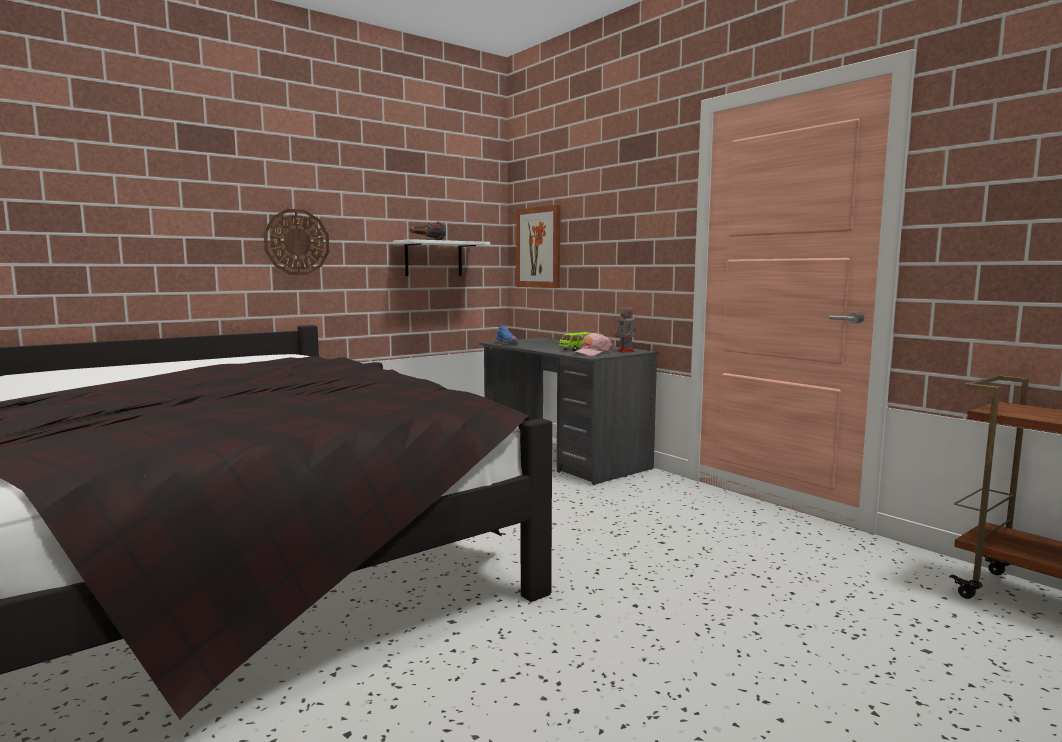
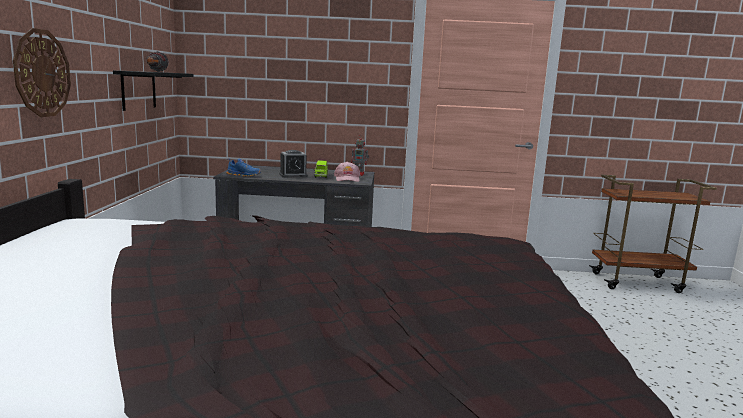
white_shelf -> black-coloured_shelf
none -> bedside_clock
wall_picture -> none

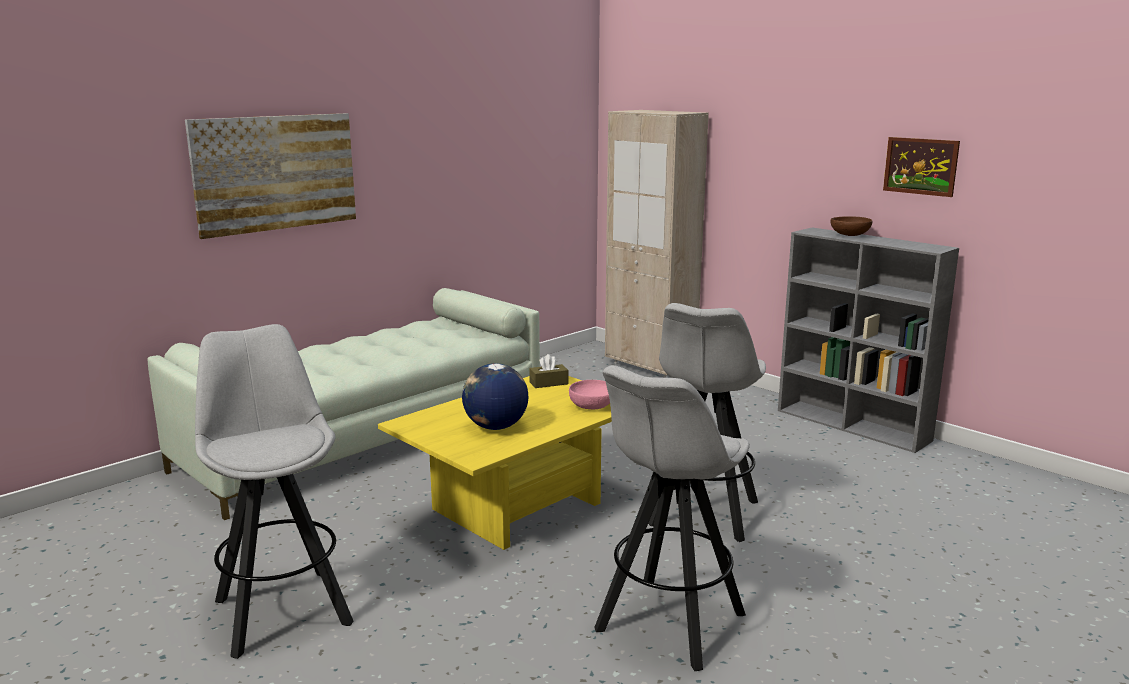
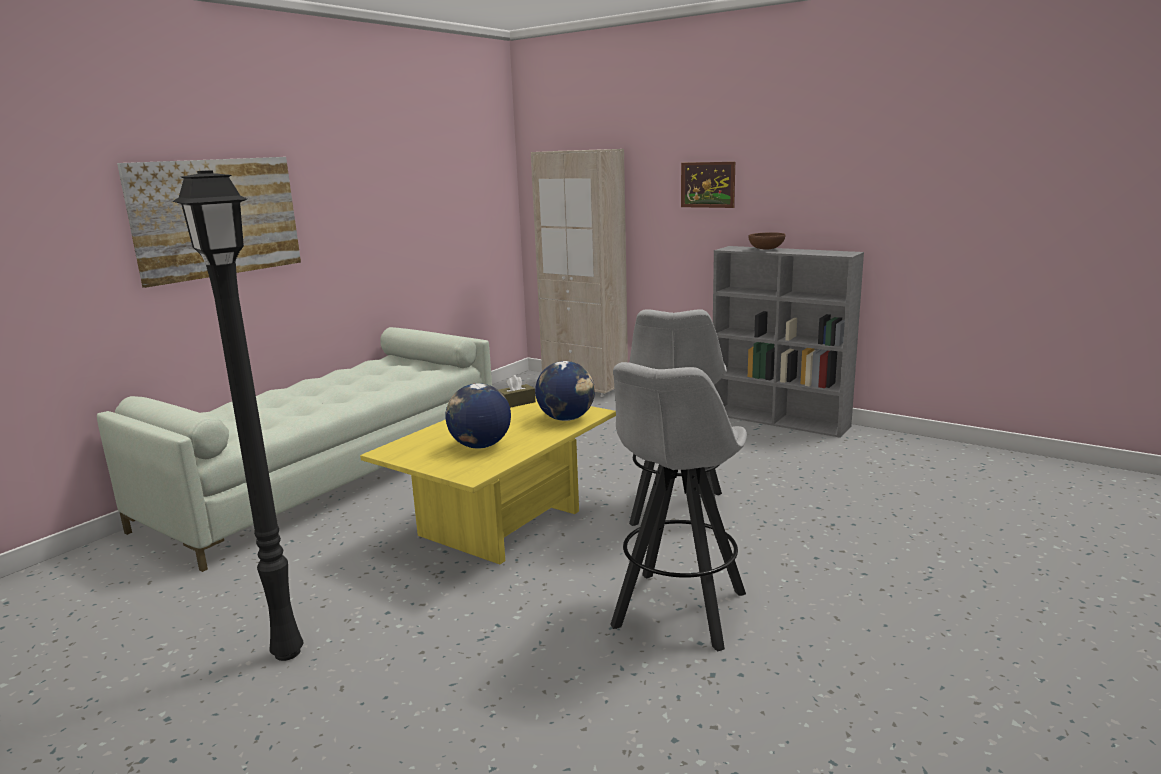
grey_stool (1st from left) -> black-coloured_standing_lamp
pinkish_deep_dish -> desk_globe (2nd from left)
wall_picture (2nd from left), move

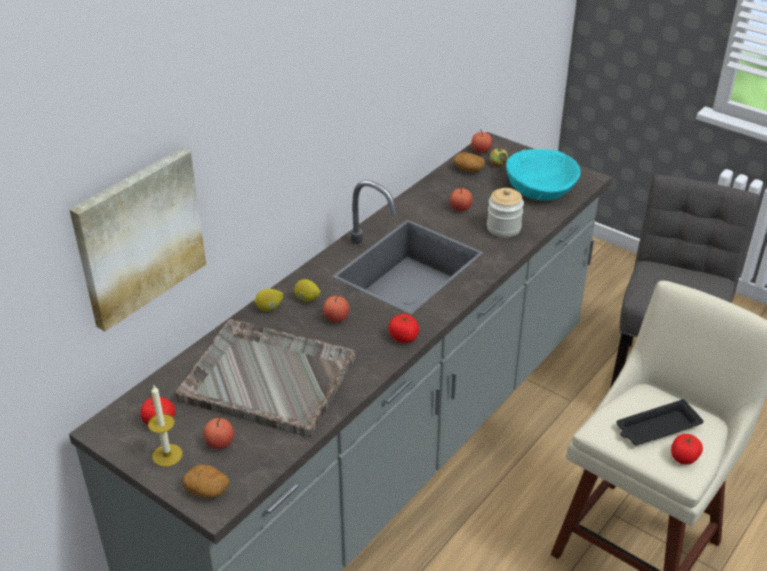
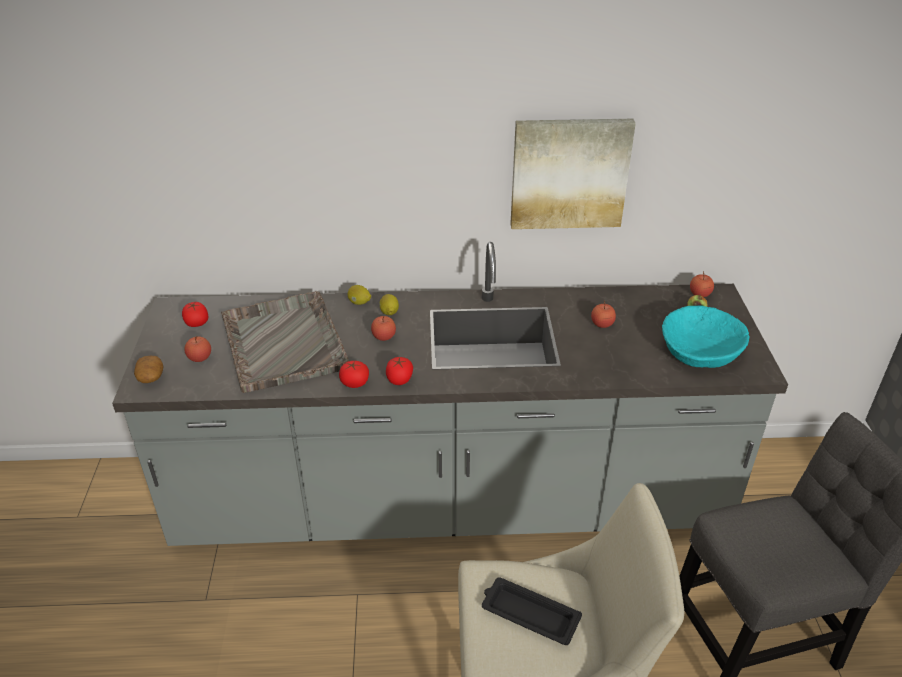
fresh_tomato (3rd from left in the first image) -> fresh_tomato (2nd from left), move
wall_picture, move
wax_candle -> none
whole_potato (2nd from left) -> none
preserve_jar -> none

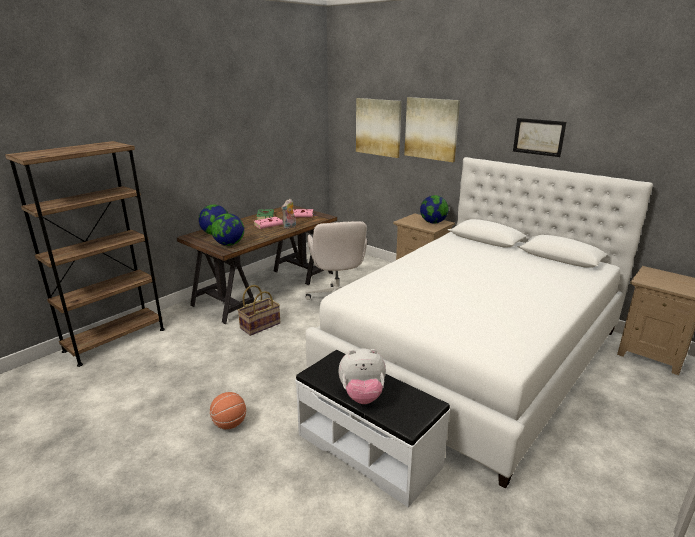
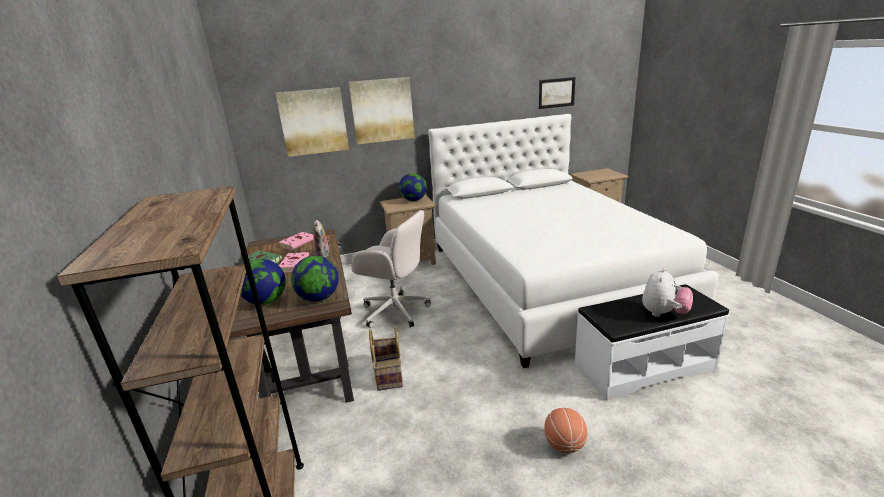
wall_picture (3rd from left), move

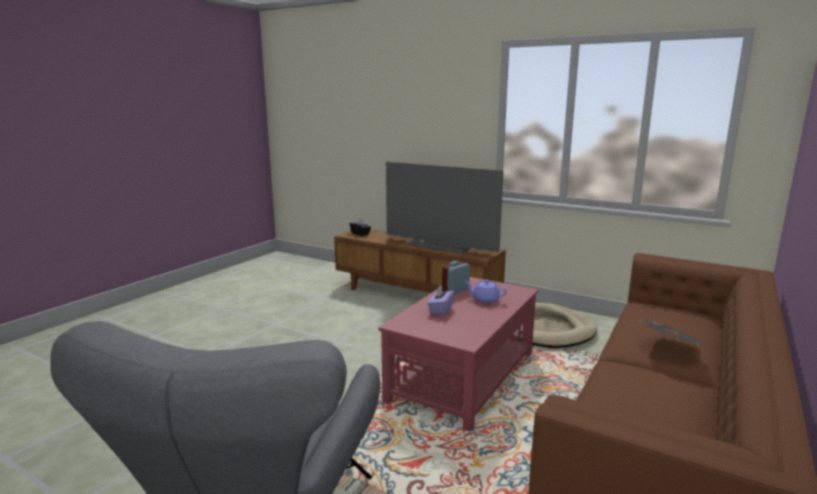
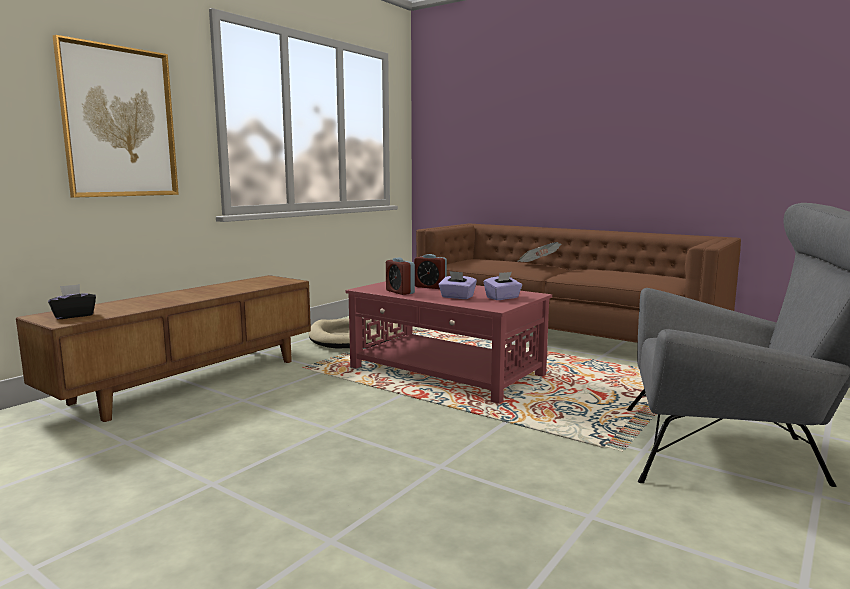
none -> wall_picture
purple_pot_for_tea -> bedside_clock (2nd from left)
none -> purple_tissue_box (2nd from left)
TV_set -> none

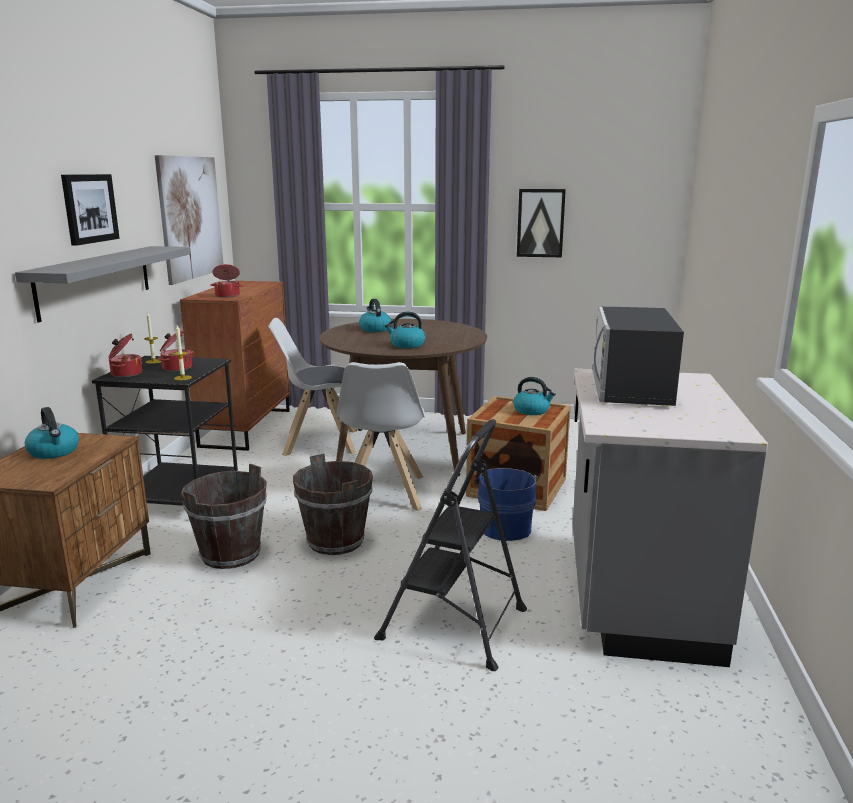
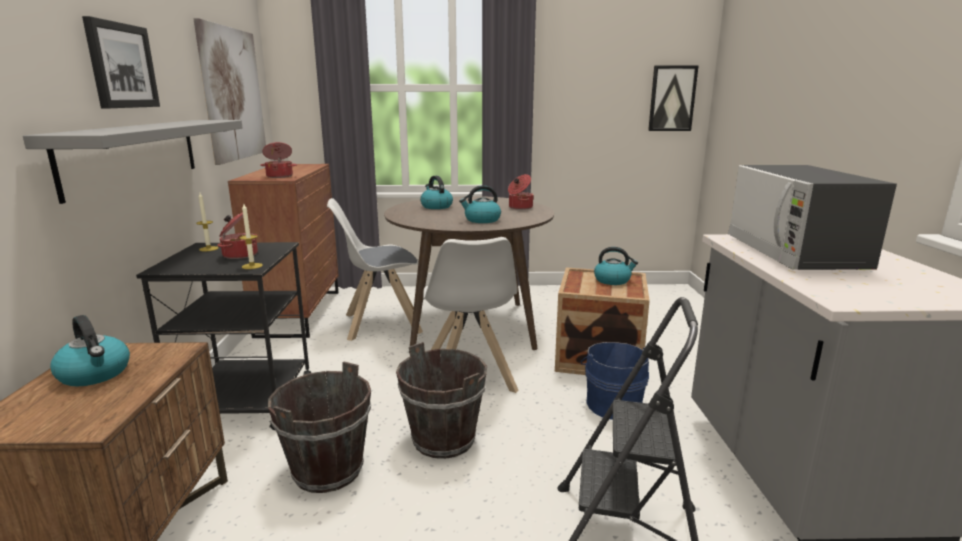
saucepot (1st from left in the first image) -> saucepot (3rd from left), move
wall_picture (3rd from left), move

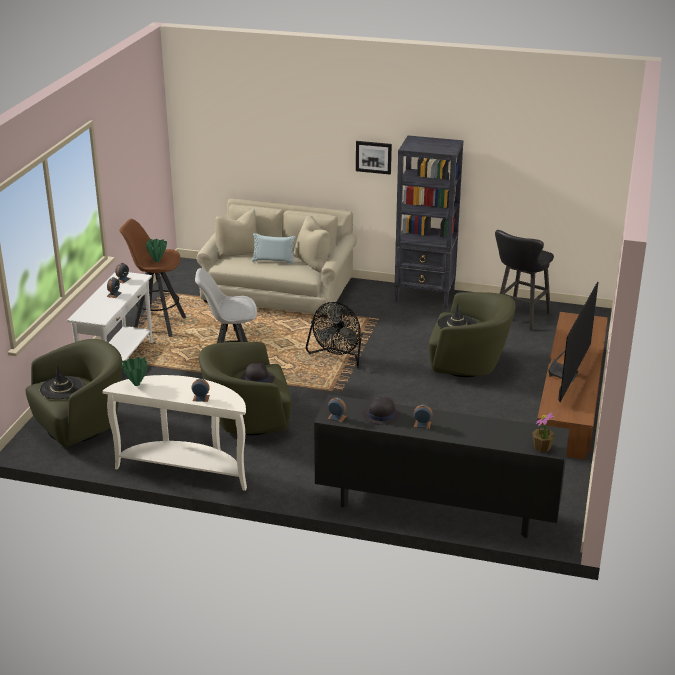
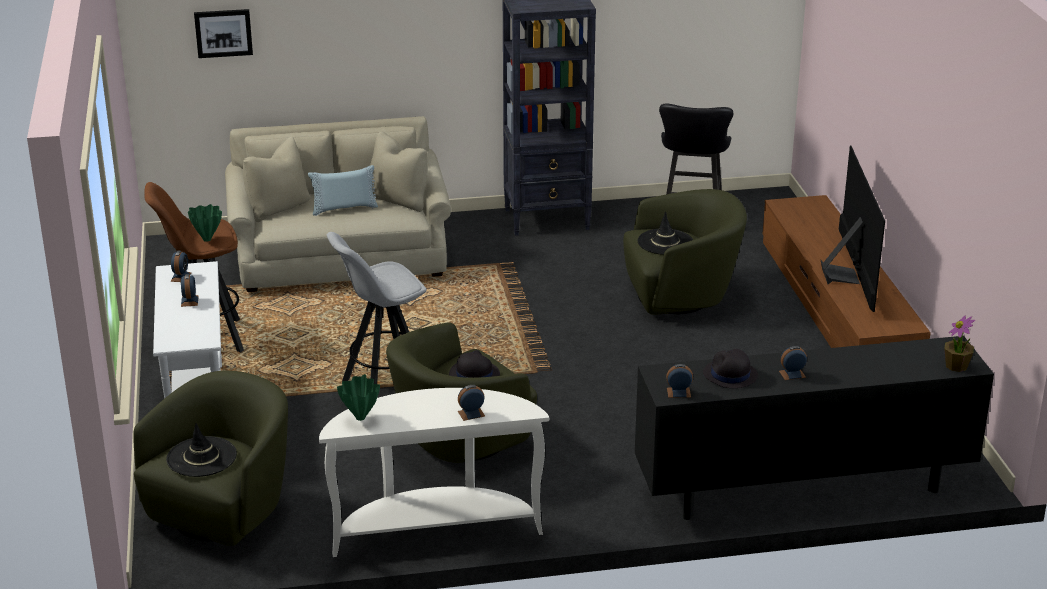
wall_picture, move
black-coloured_electric_fan -> none

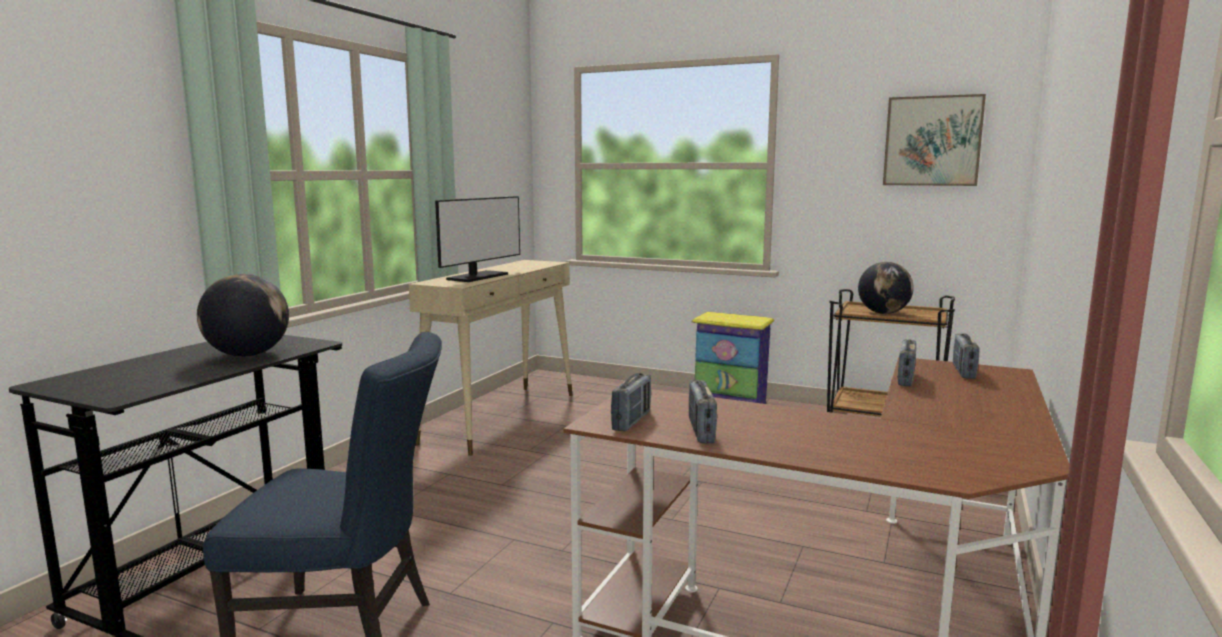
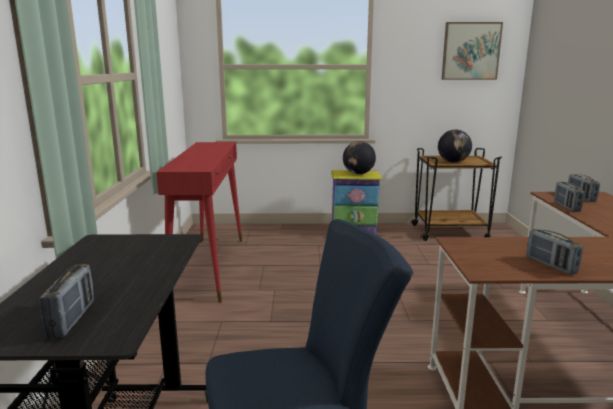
radio (1st from left), move
beige_hall_table -> red_hall_table
desk_globe (1st from left), move
computer_screen -> none

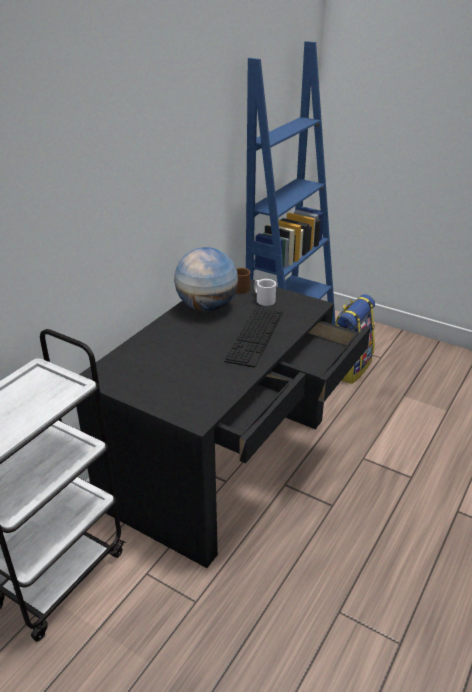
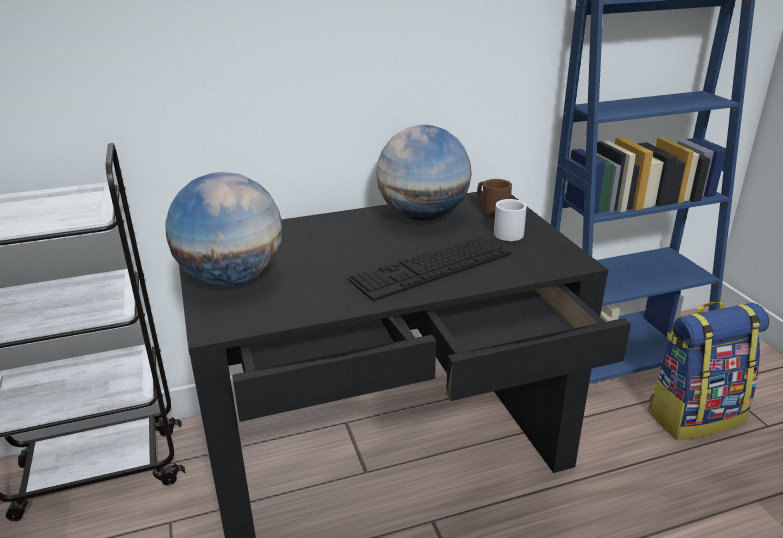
none -> desk_globe (1st from left)

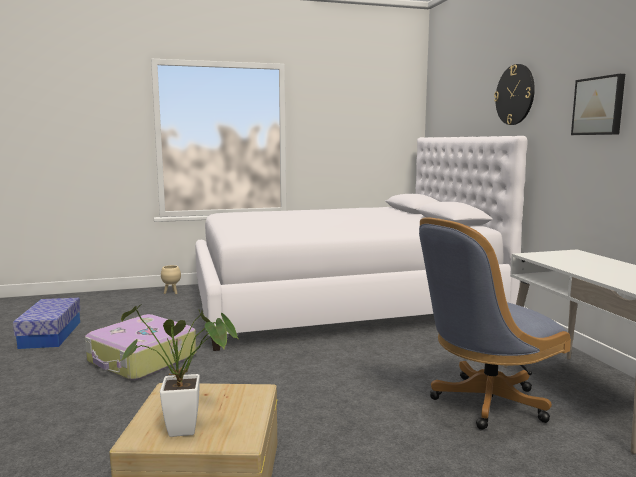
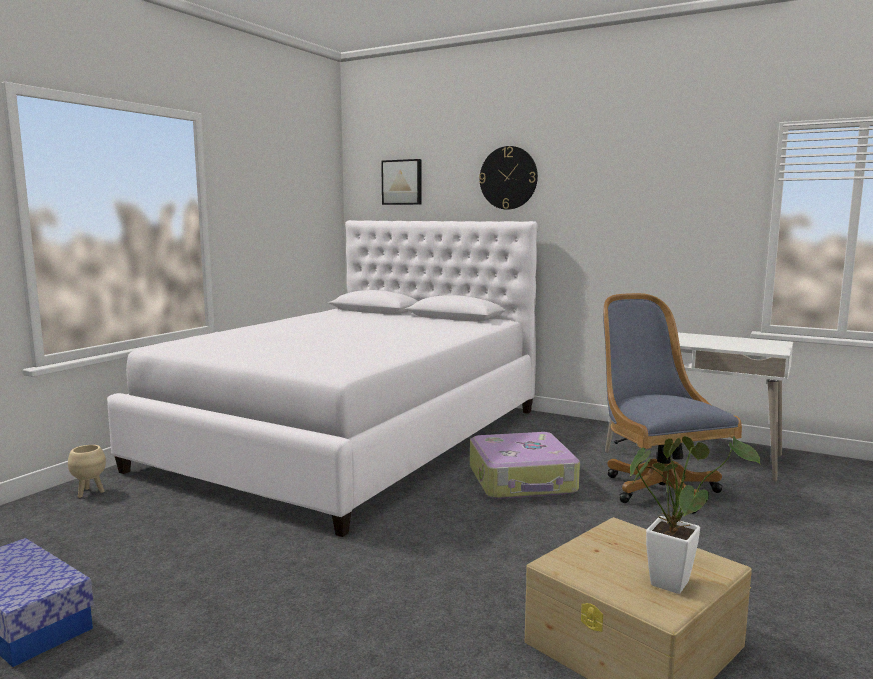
wall_picture, move
suitcase, move
bluish_computer_chair, 150 degrees clockwise

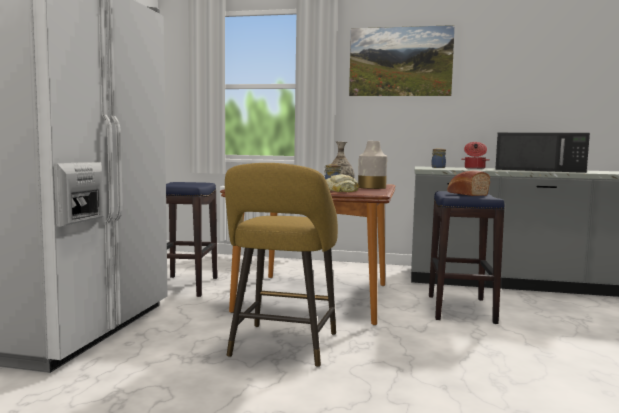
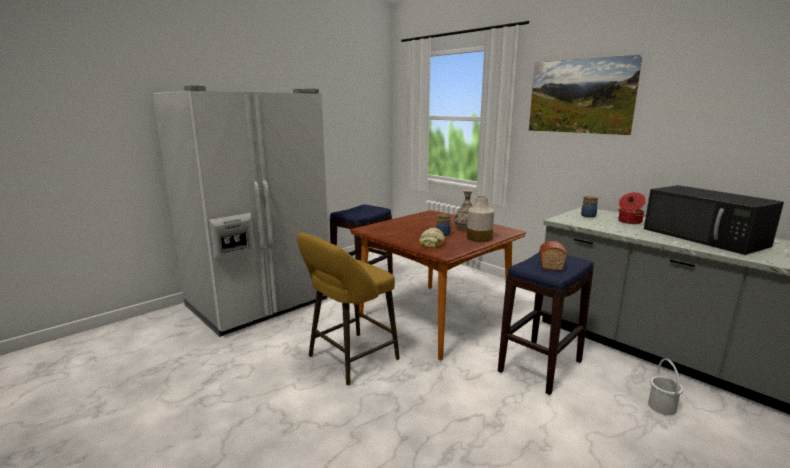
none -> white_bucket

